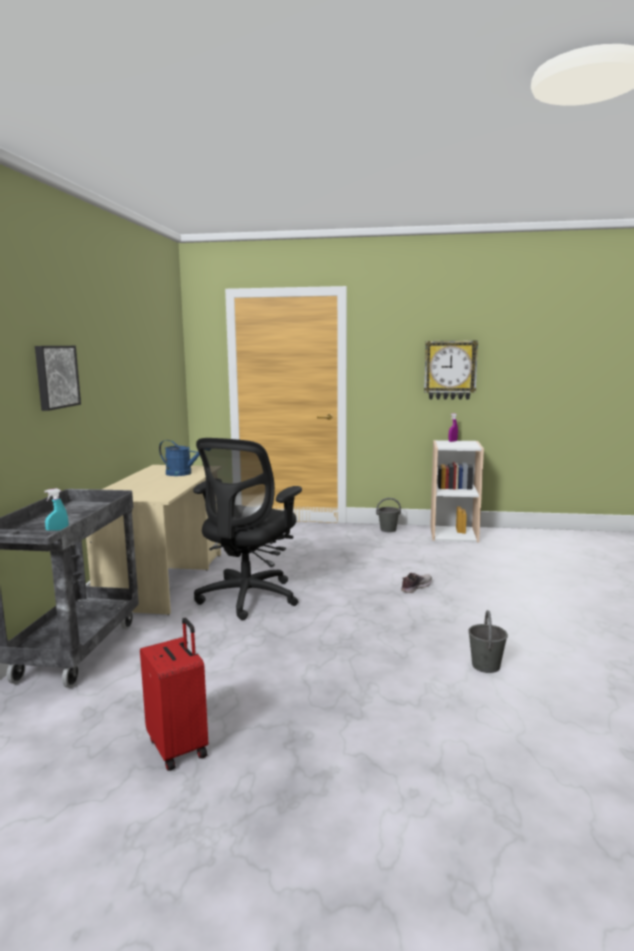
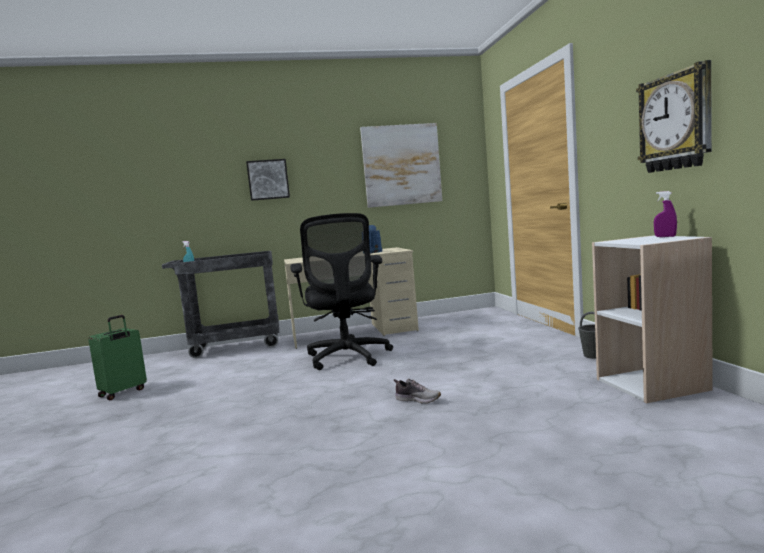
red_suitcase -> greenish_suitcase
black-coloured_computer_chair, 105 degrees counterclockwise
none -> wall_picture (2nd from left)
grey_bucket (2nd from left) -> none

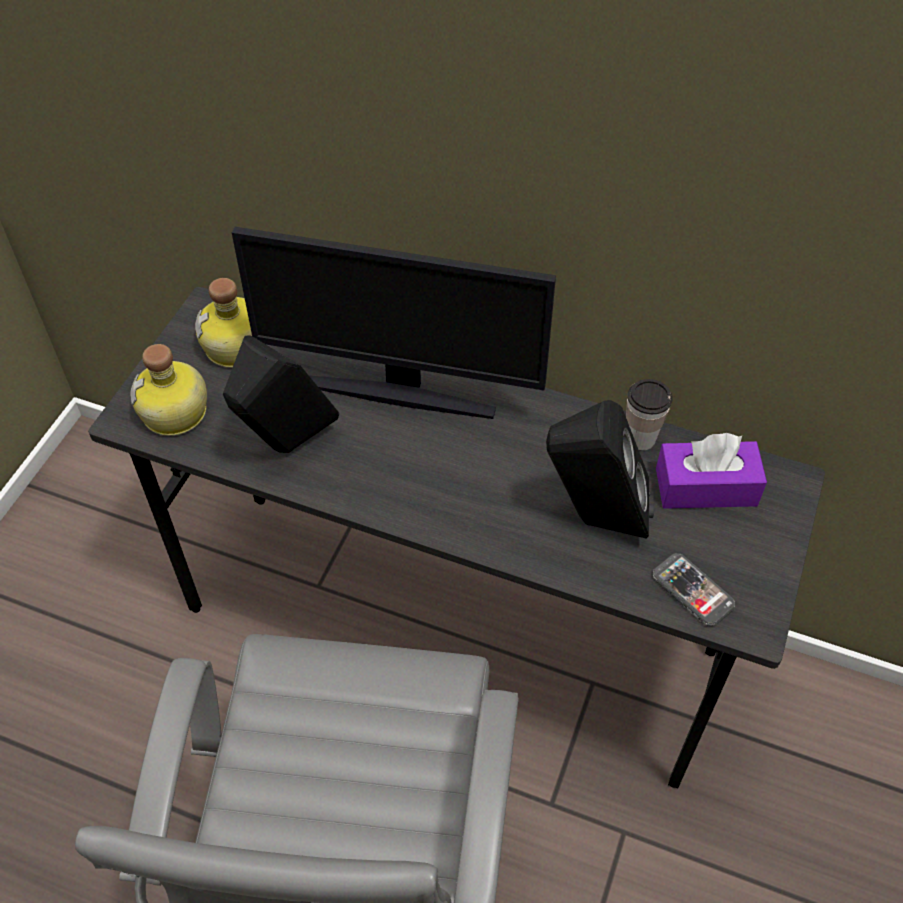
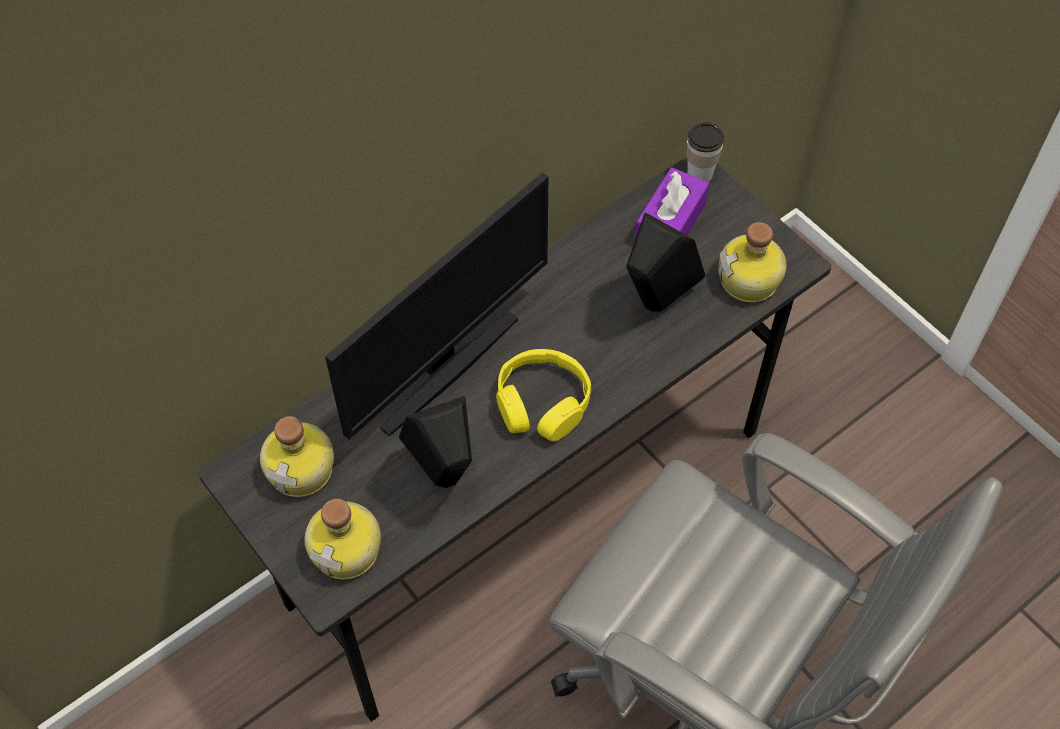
none -> yellow_pair_of_headphones
drinking_cup, move
handset -> beverage_bottle (3rd from left)

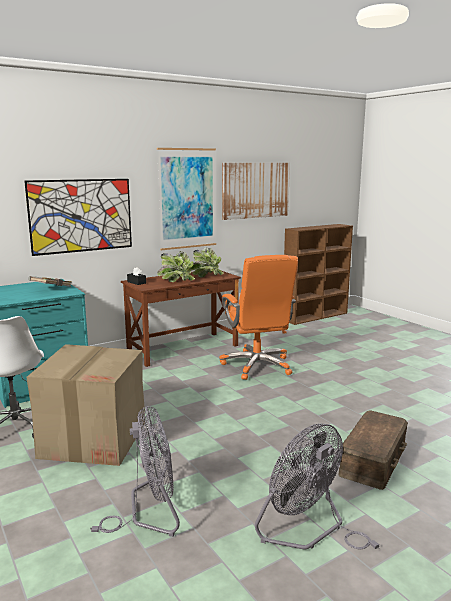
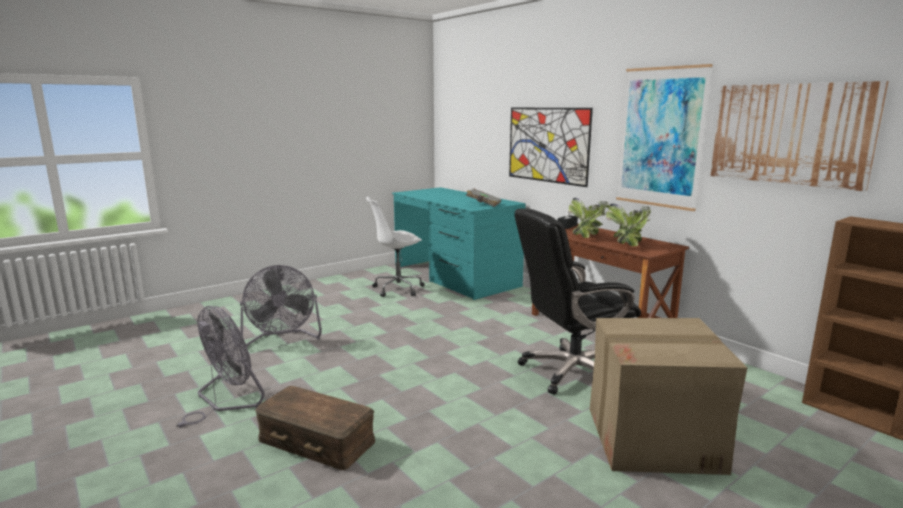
orange_computer_chair -> black-coloured_computer_chair
carton, move

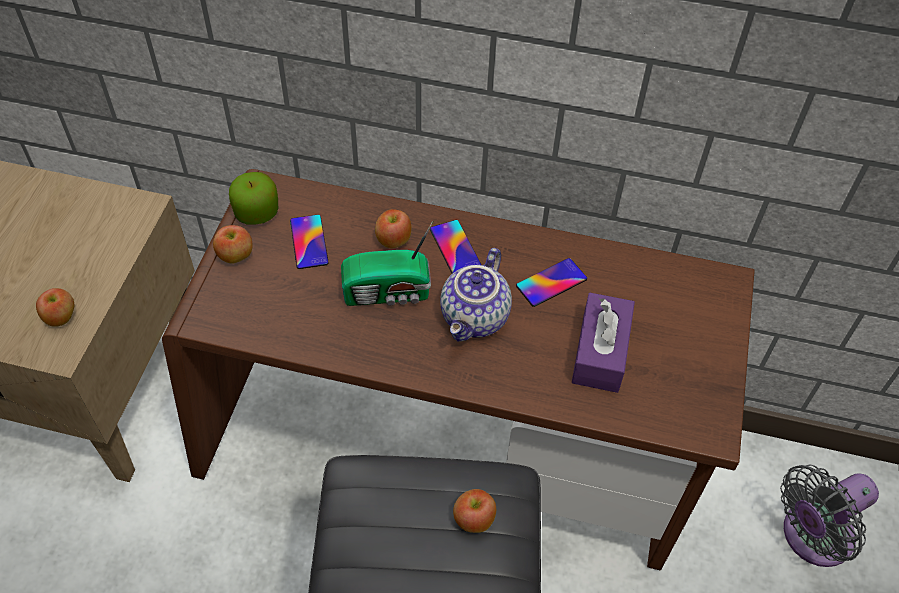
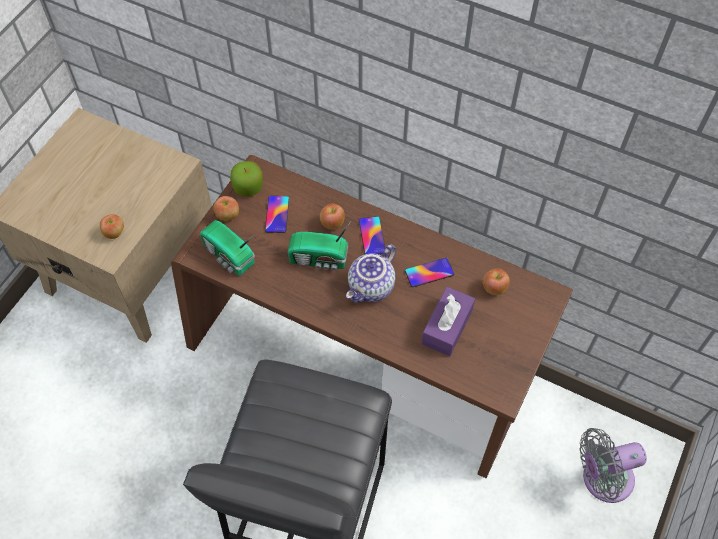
none -> radio (1st from left)
apple_fruit (5th from left), move

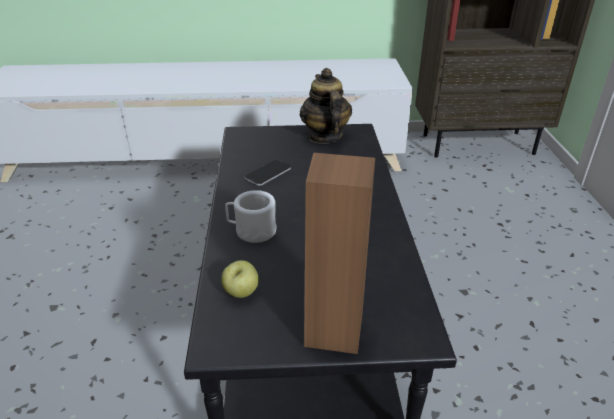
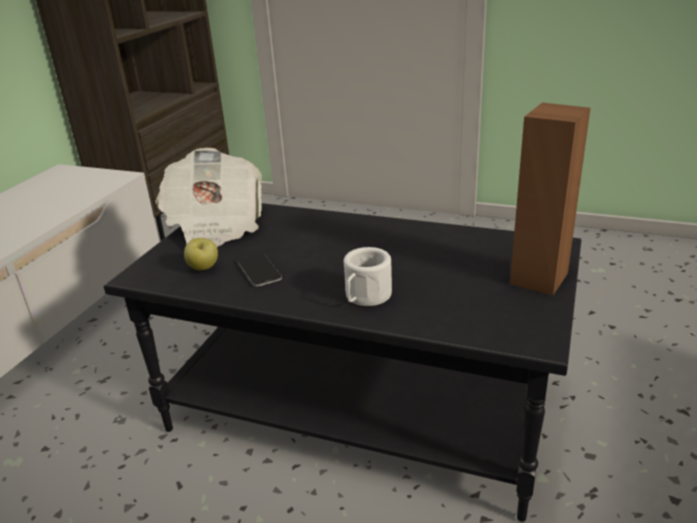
pot_for_tea -> printed_paper
apple_fruit, move

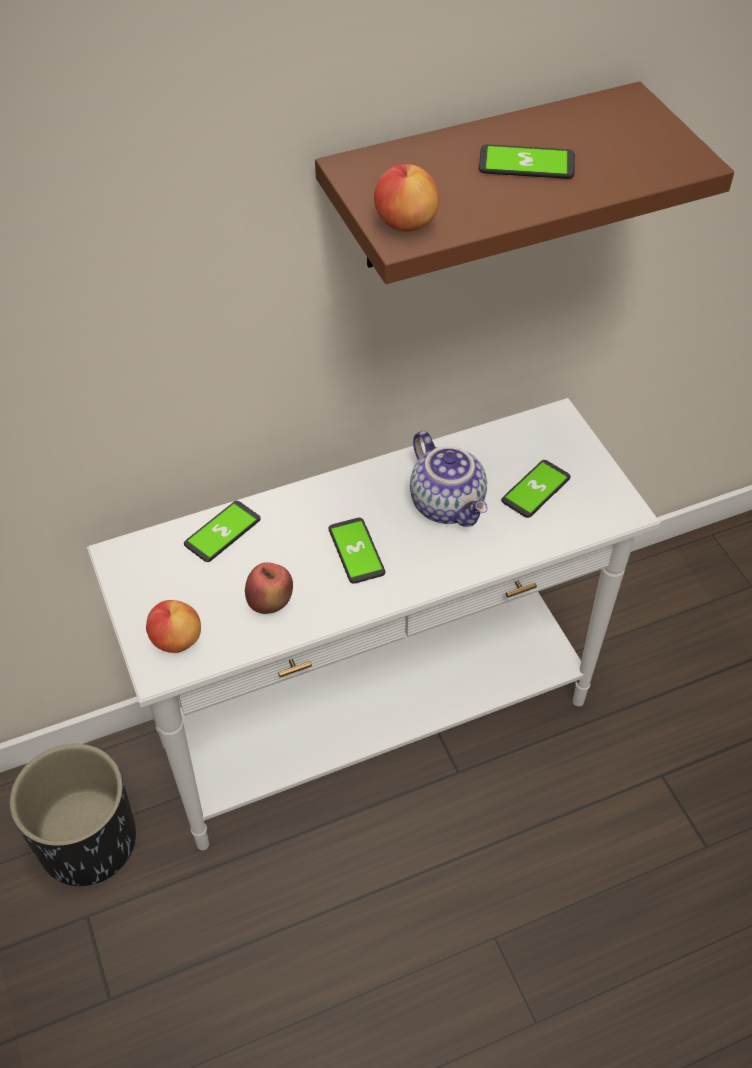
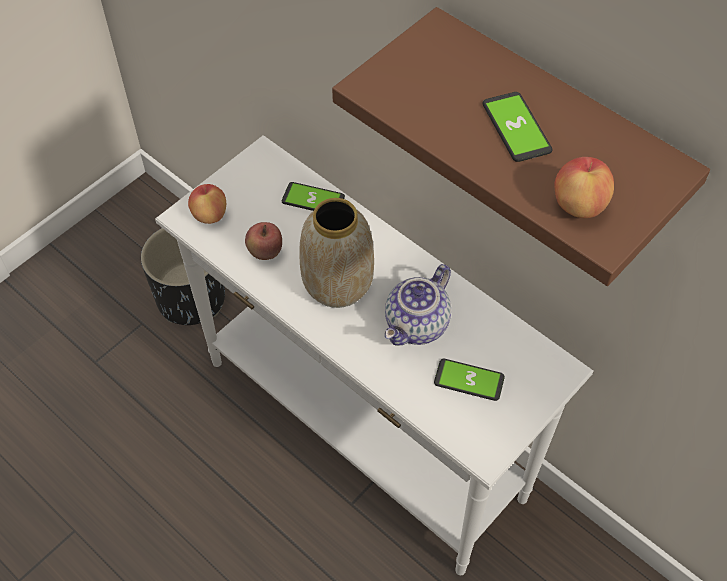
handset (2nd from left) -> vase
apple_fruit (3rd from left), move

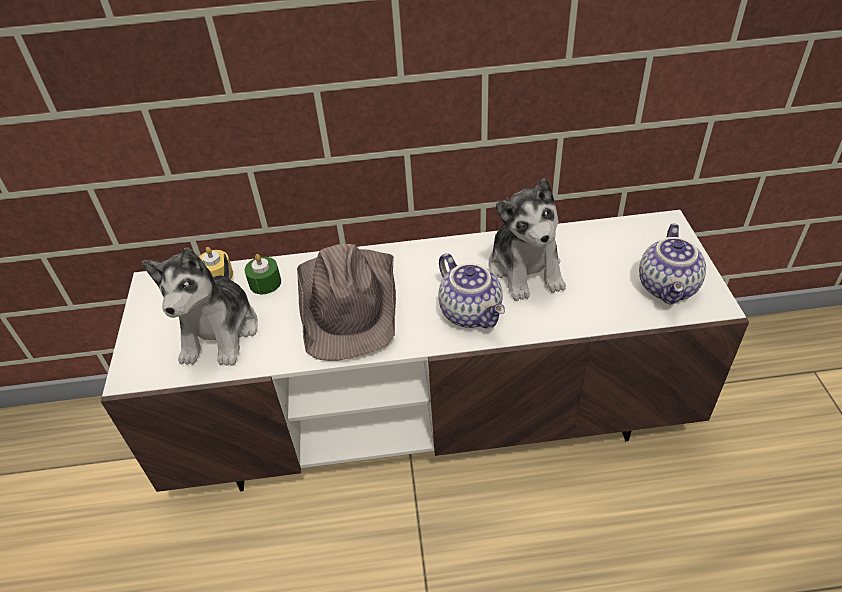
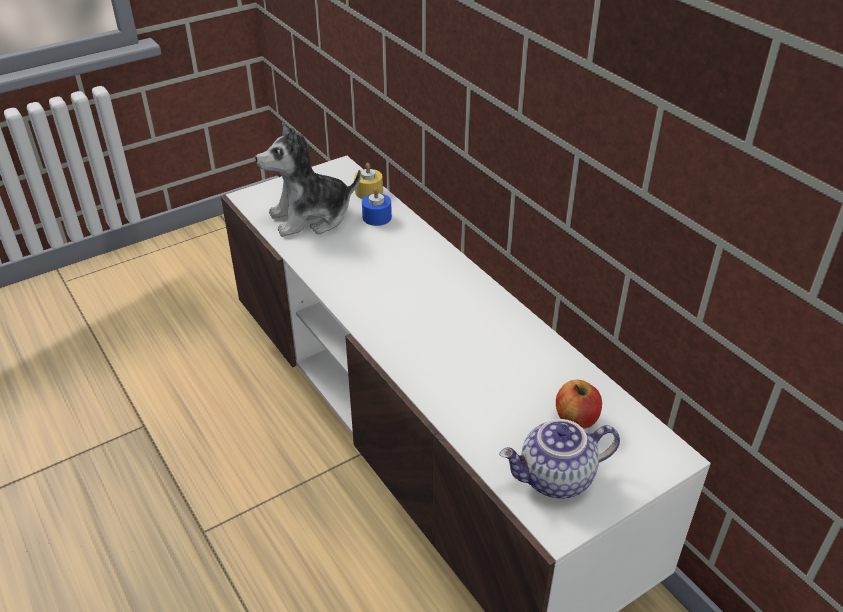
greenish_wax_candle -> bluish_wax_candle
none -> apple_fruit
brown-coloured_clothing_hat -> none
pot_for_tea (1st from left) -> none
plush_toy (2nd from left) -> none

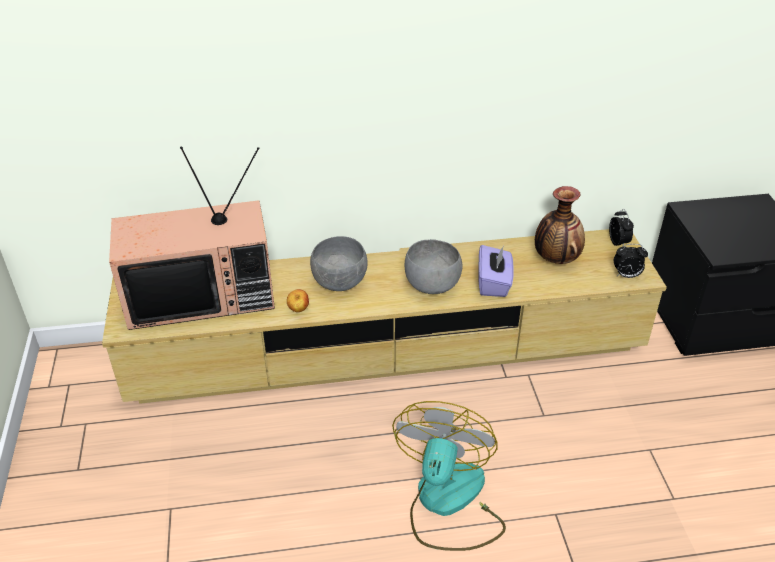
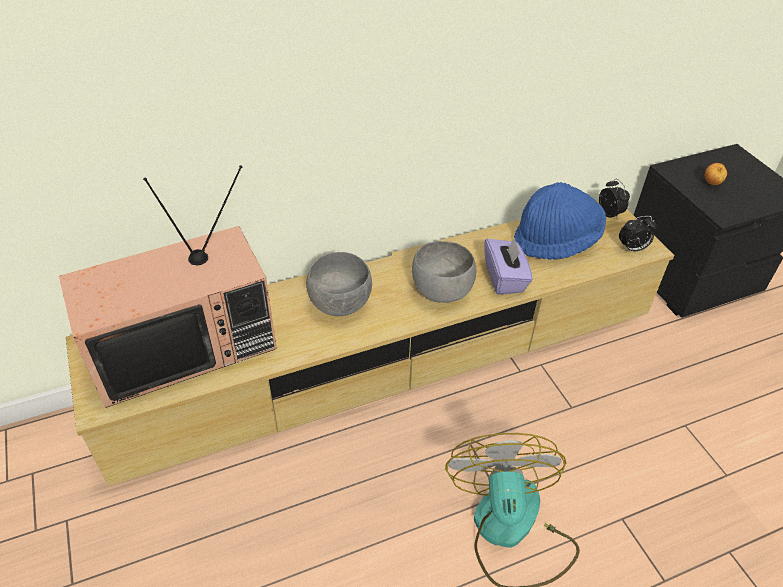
vase -> bluish_clothing_hat
apple_fruit, move

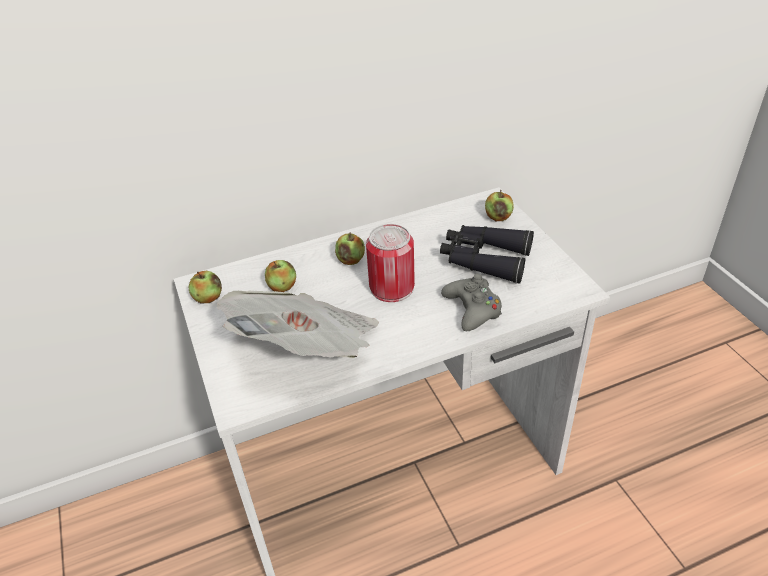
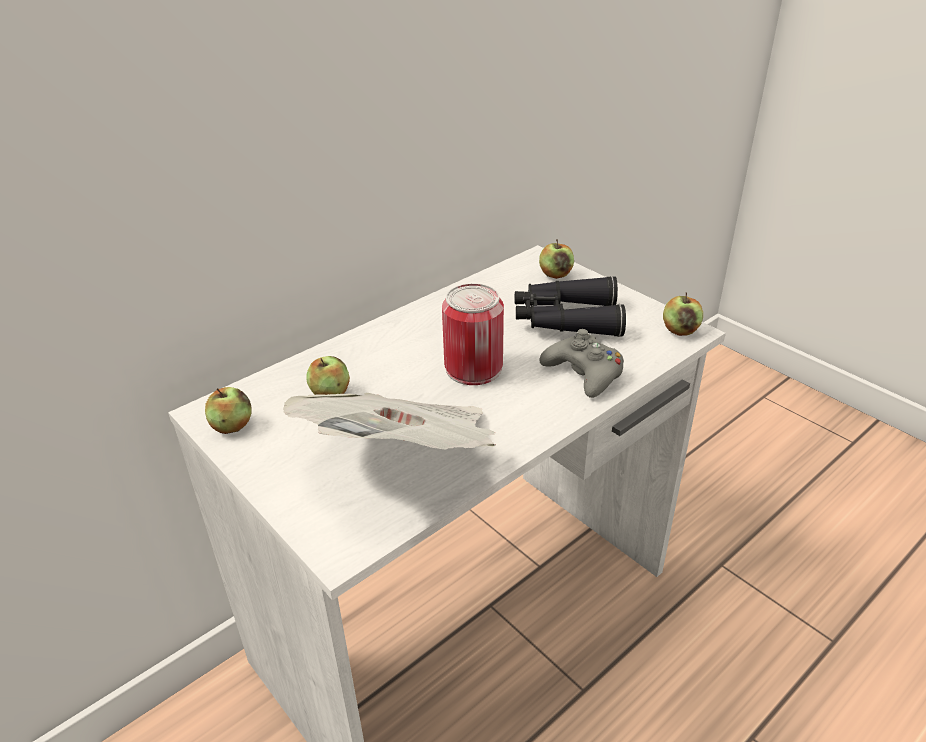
apple_fruit (3rd from left in the first image) -> apple_fruit (4th from left), move

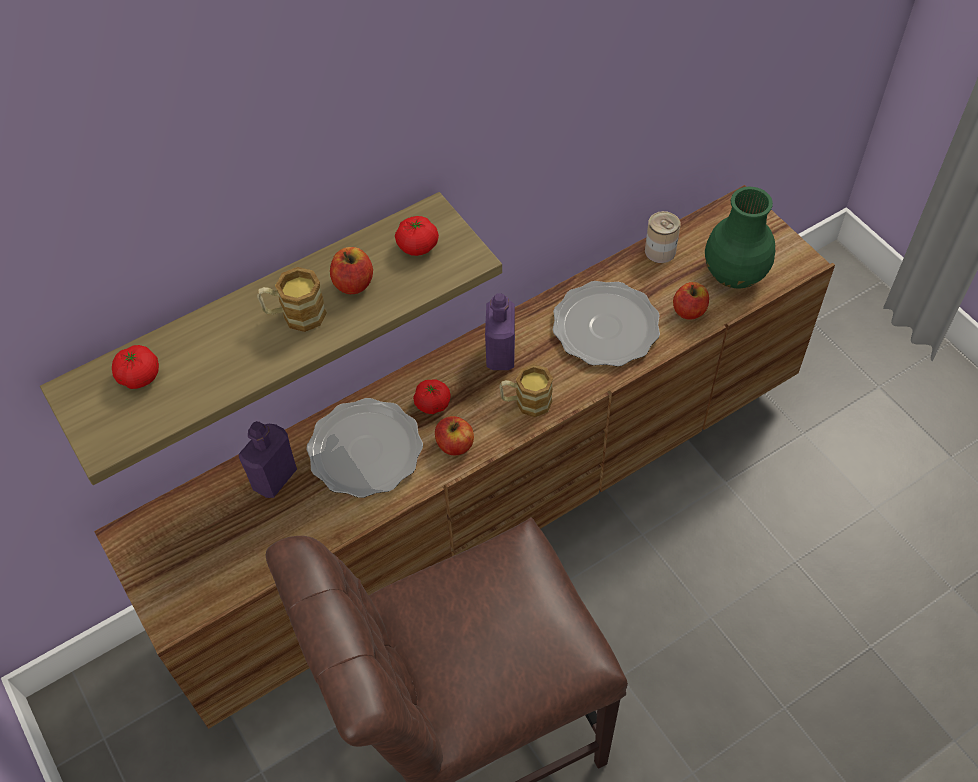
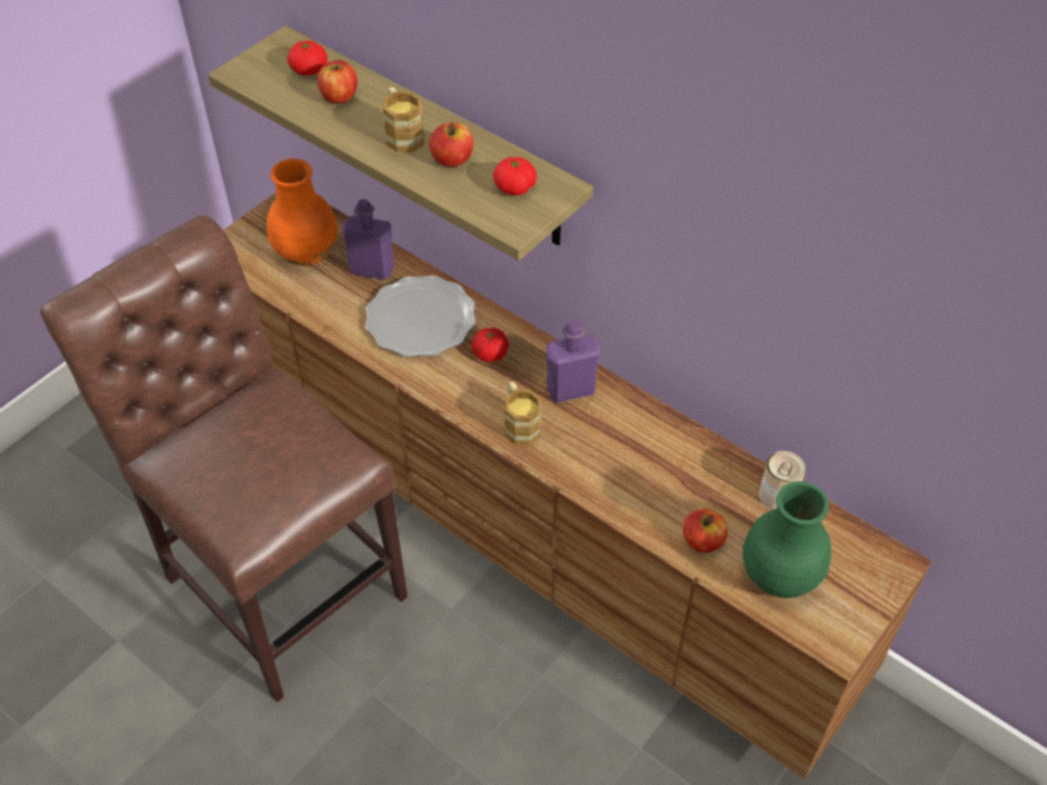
none -> orange_vase
apple_fruit (2nd from left in the first image) -> apple_fruit (1st from left), move
dinner_plate (2nd from left) -> none

